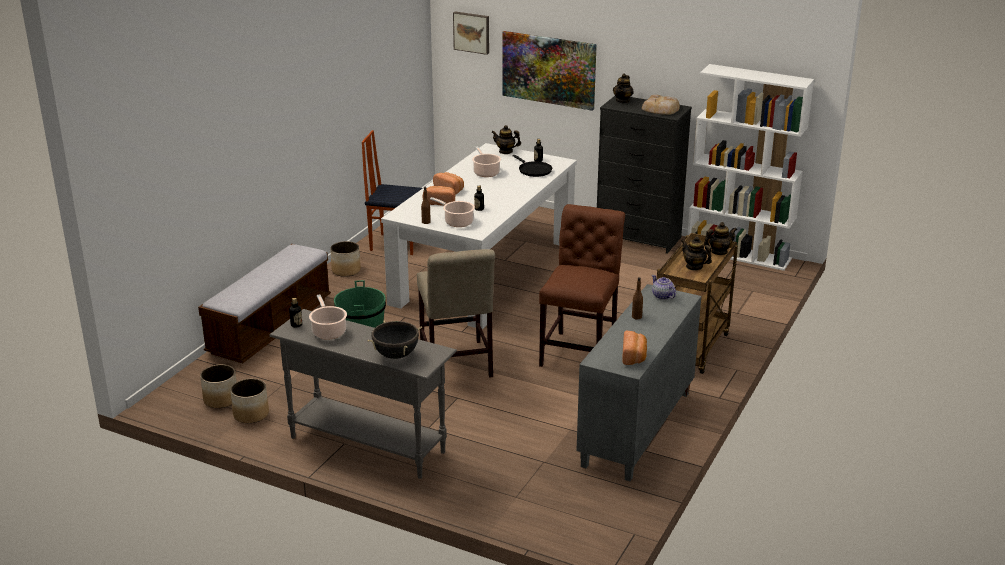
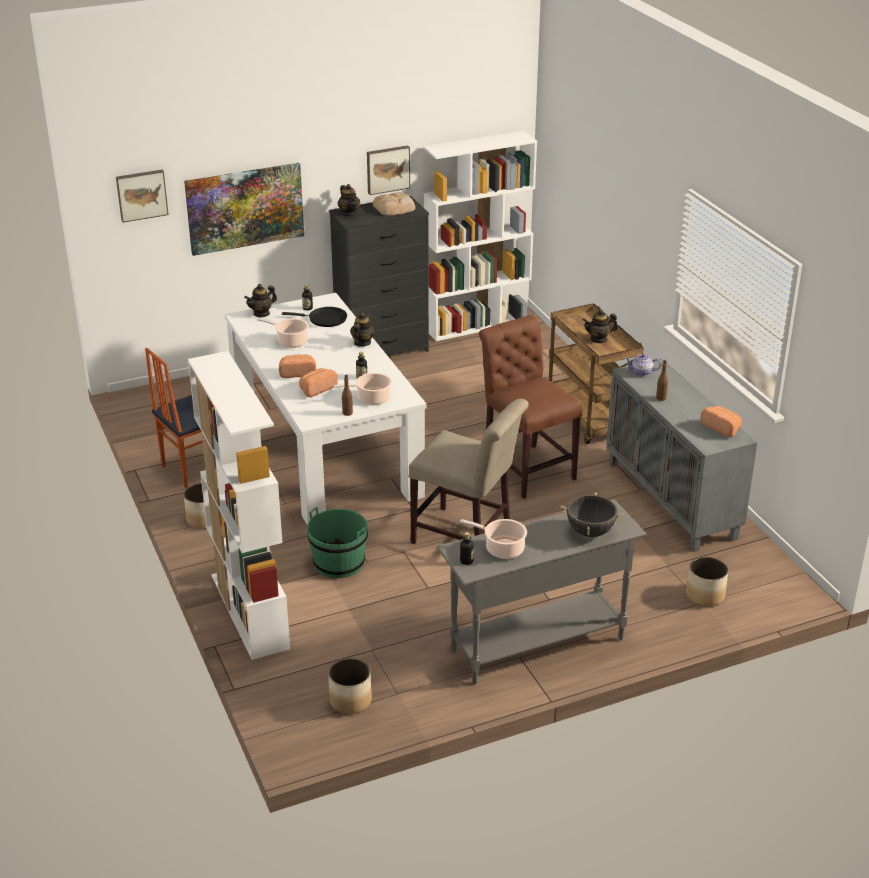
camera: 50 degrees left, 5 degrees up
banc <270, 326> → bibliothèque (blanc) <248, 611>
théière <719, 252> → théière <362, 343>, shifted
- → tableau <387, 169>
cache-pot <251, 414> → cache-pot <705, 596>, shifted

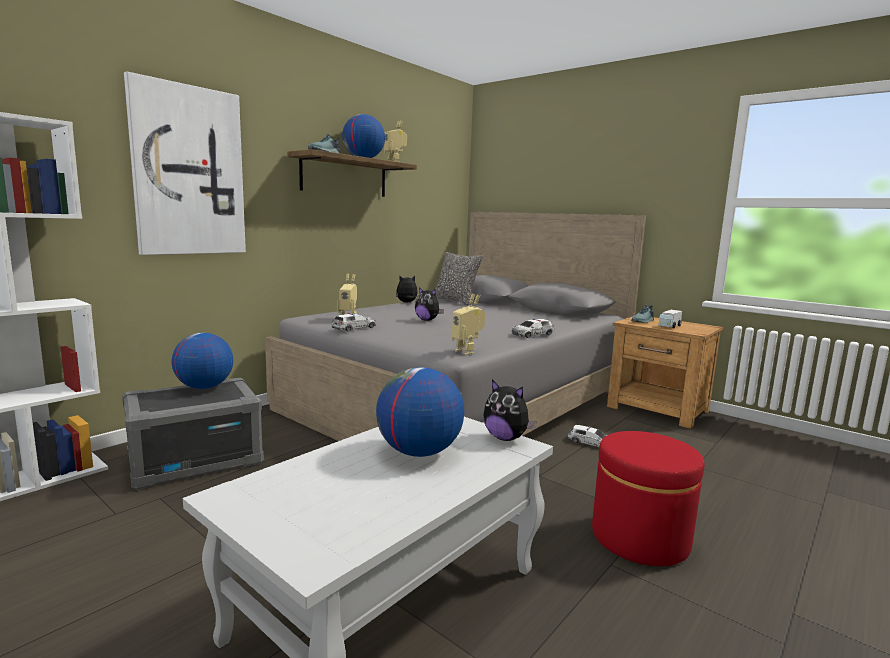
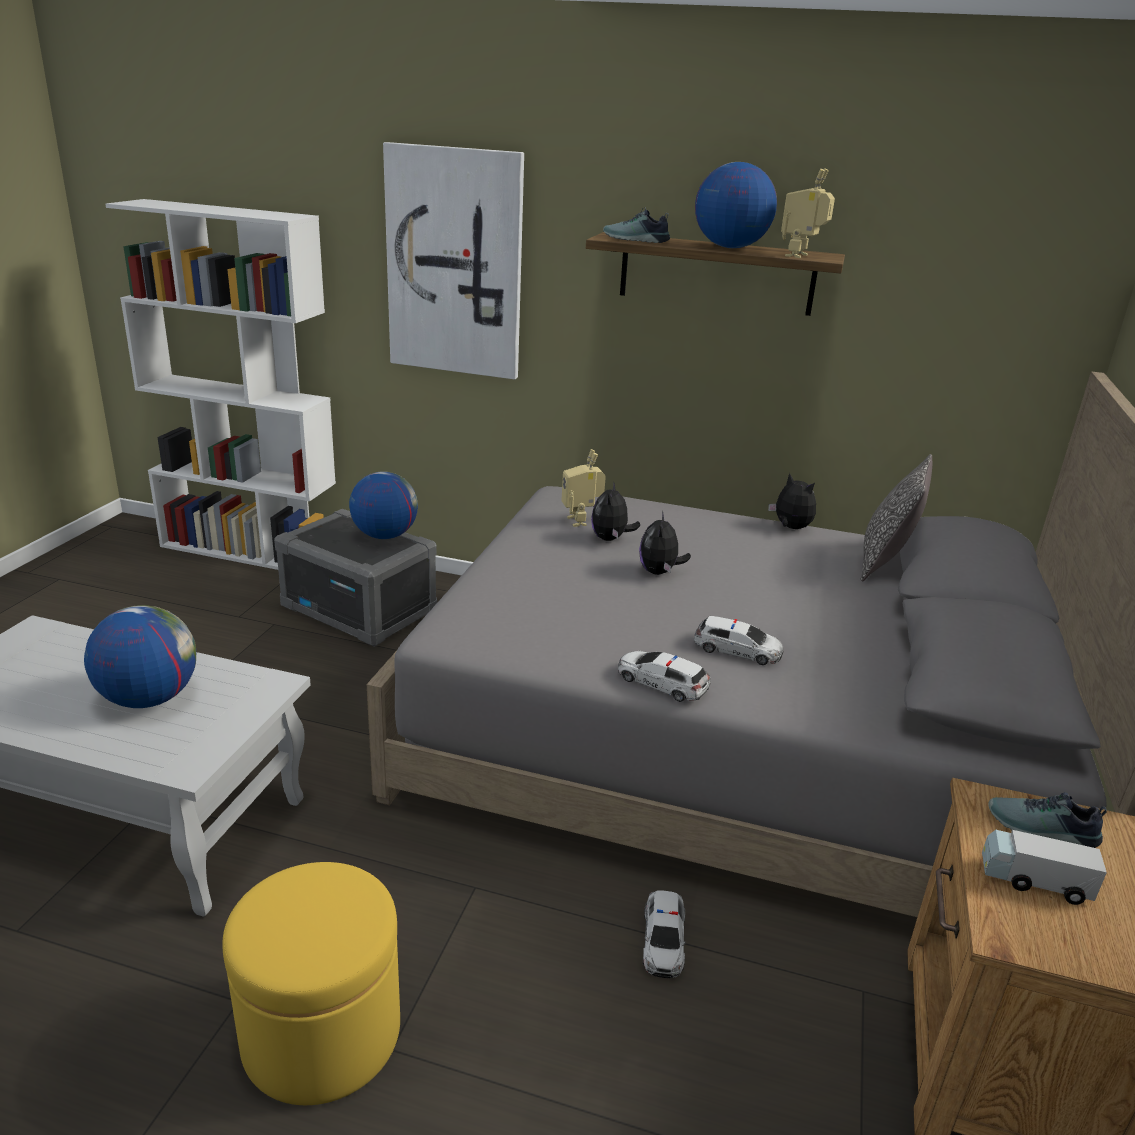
camera: 65 degrees right, 15 degrees up
pouf (rouge) <640, 538> → pouf (jaune) <322, 1034>
peluche <506, 438> → peluche <611, 539>, shifted
petite voiture <354, 328> → petite voiture <737, 650>, shifted
robot jouet <467, 352> → -

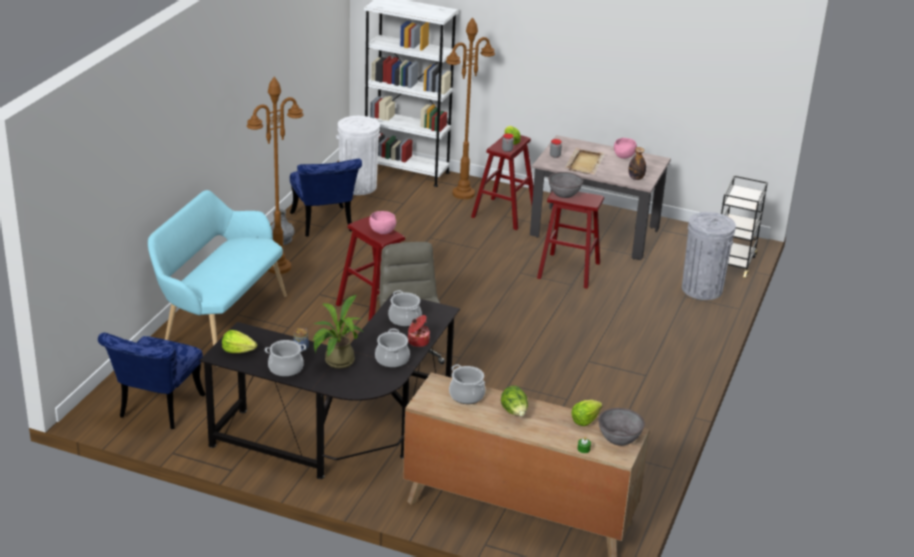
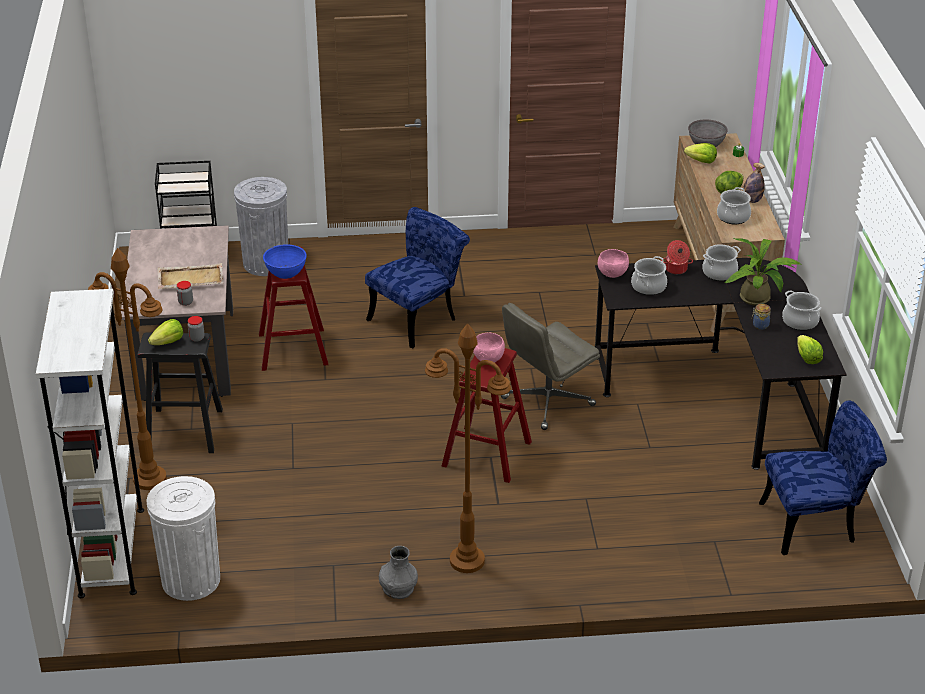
camera: 115 degrees left, 5 degrees up
tabouret (rouge) <504, 213> → tabouret (noir) <184, 430>
bol (gris) <564, 193> → bol (bleu) <285, 272>
chaise (bleu) <324, 225> → chaise (bleu) <418, 318>, shifted
bol (rose) <624, 157> → bol (rose) <612, 274>, shifted
bouteille <636, 178> → bouteille <752, 200>, shifted
banc (turquoise) <219, 321> → -

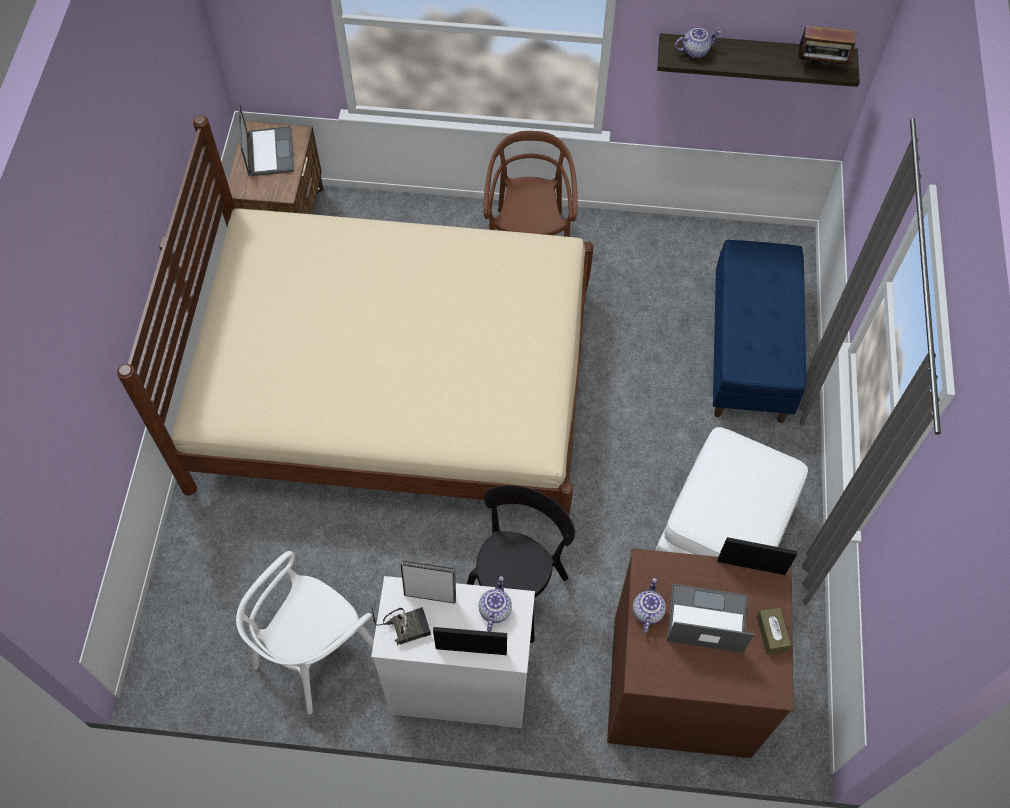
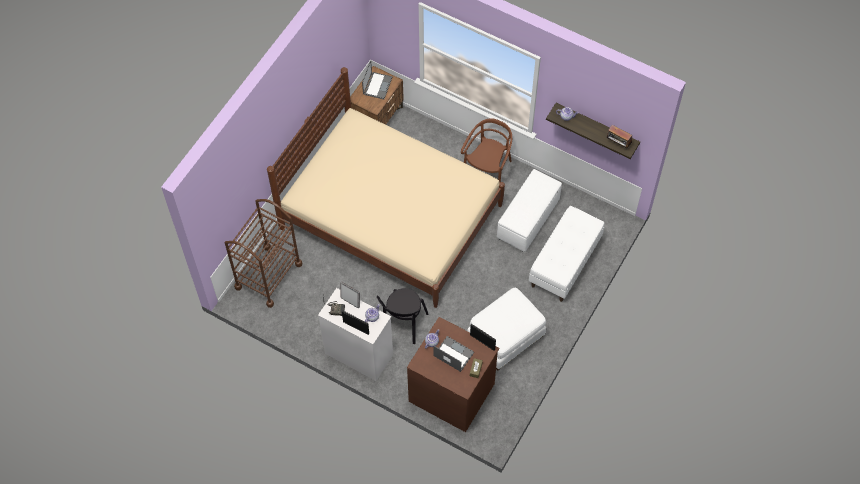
camera: 25 degrees right, 0 degrees up
- → chariot (marron) <268, 275>
chaise (noir) <517, 586> → chaise (noir) <402, 324>, 150 degrees clockwise
- → pouf (blanc) <528, 219>
banc (bleu) <750, 352> → banc (blanc) <565, 264>
chaise (blanc) <314, 653> → -

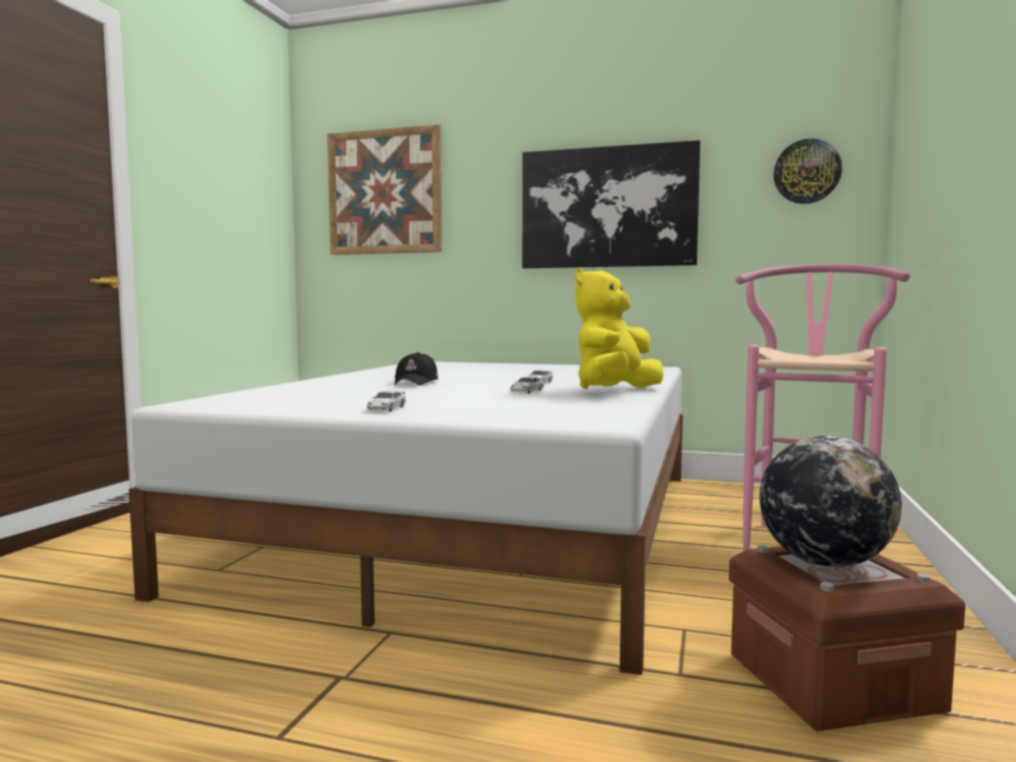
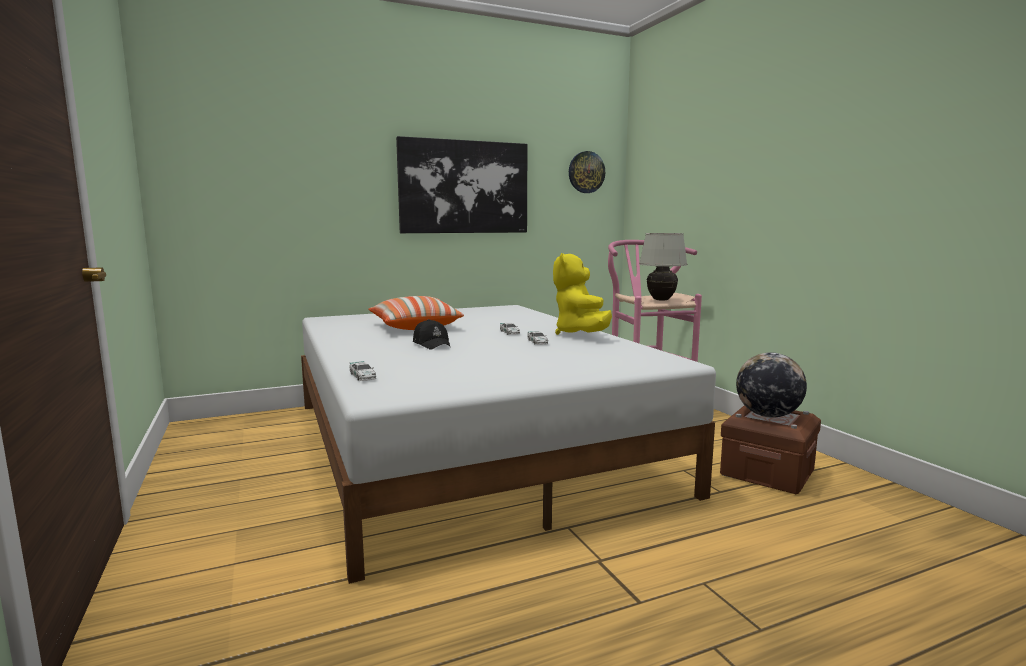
camera: 40 degrees left, 5 degrees up
petite voiture <386, 408> → petite voiture <363, 376>, shifted
- → coussin <414, 327>
- → lampe de table (blanc) <661, 300>
tableau <384, 192> → -

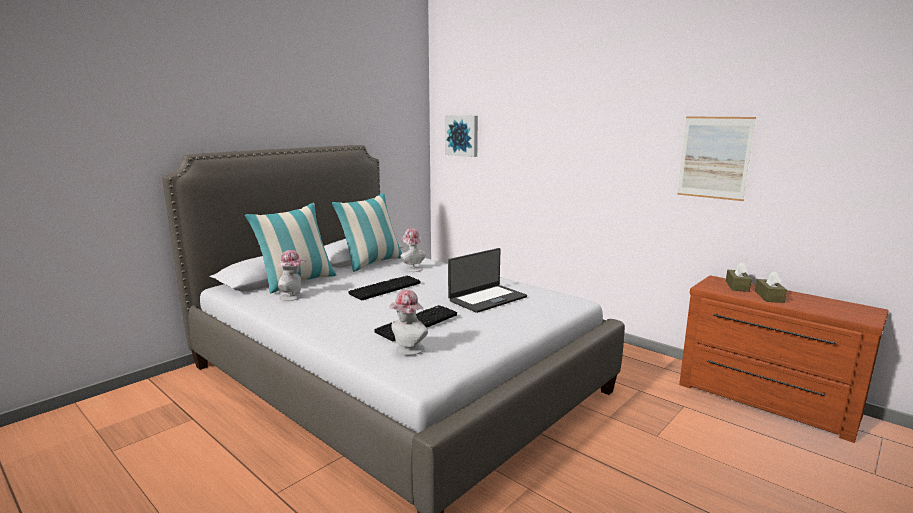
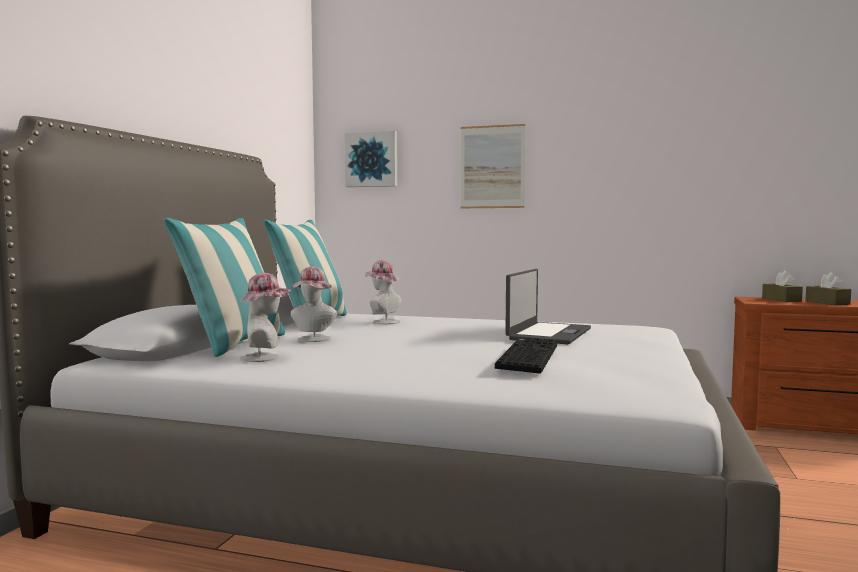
camera: 25 degrees left, 10 degrees down
chapeau <407, 350> → chapeau <313, 340>, shifted
tableau <714, 157> → tableau <492, 167>, shifted
clavier <385, 288> → -

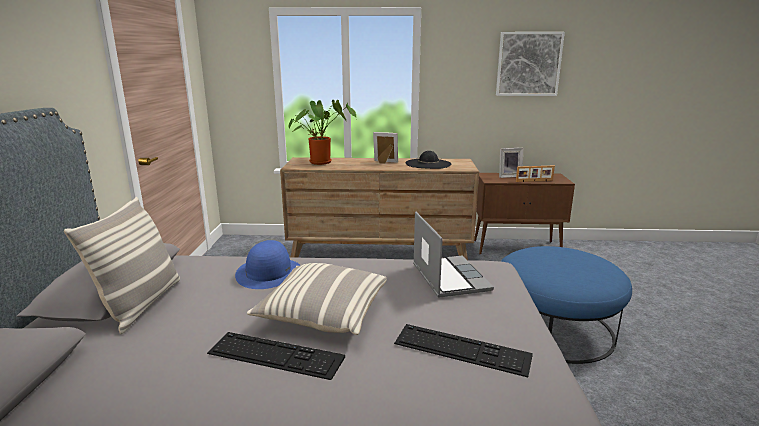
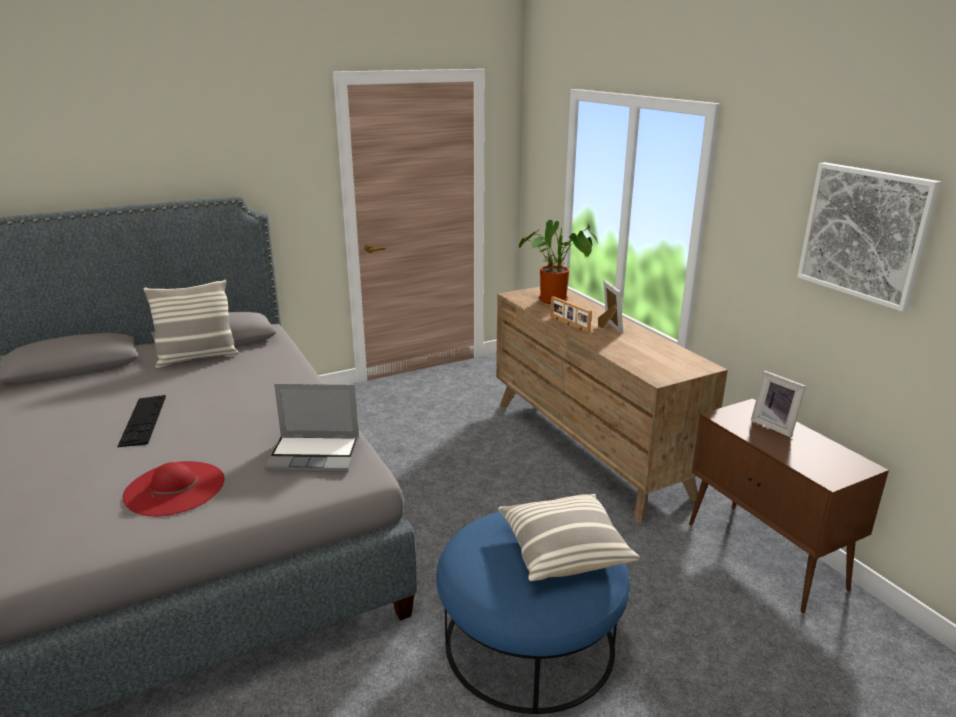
camera: 60 degrees right, 5 degrees up
clavier <461, 349> → chapeau (rouge) <174, 488>
ordinateur portable <448, 277> → ordinateur portable <315, 455>, 45 degrees clockwise
coussin <323, 314> → coussin <563, 550>, shifted
cadre photo <534, 181> → cadre photo <569, 324>, shifted
chapeau (bleu) <268, 272> → -
chapeau (noir) <428, 164> → -

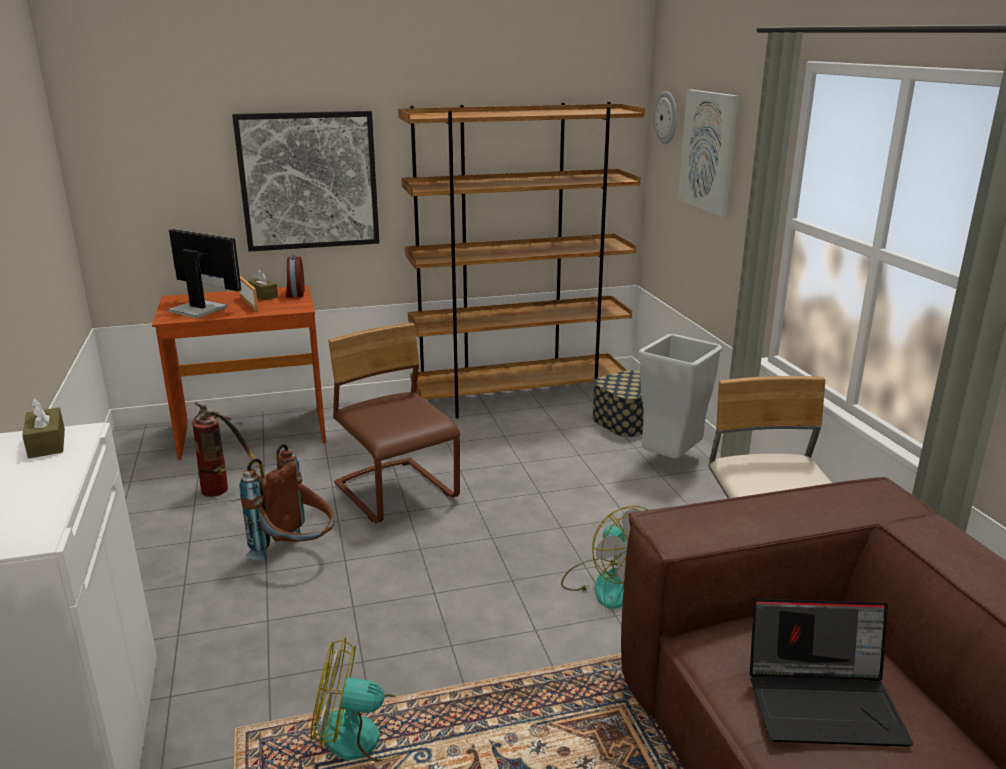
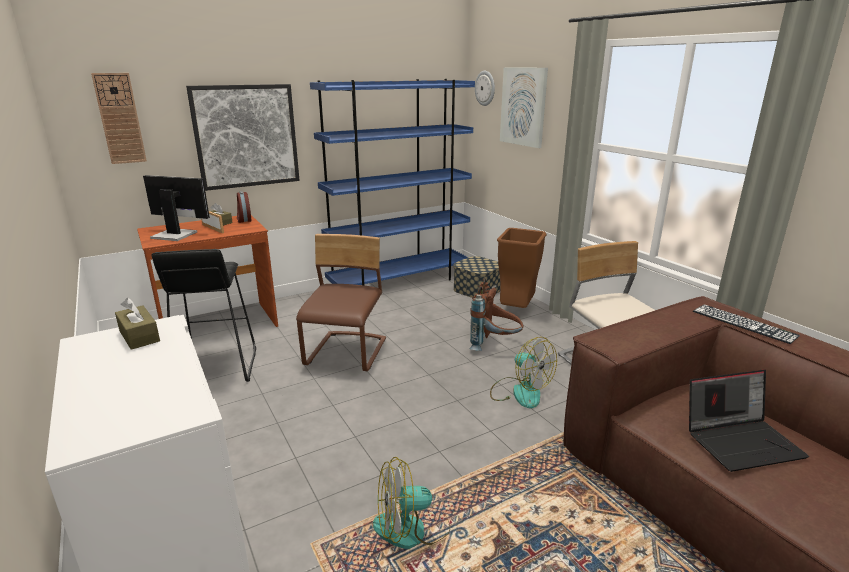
camera: 15 degrees left, 0 degrees up
- → horloge murale <120, 119>
extincteur <226, 488> → tabouret (noir) <216, 367>
chaise (marron) <397, 492> → chaise (marron) <347, 353>, 60 degrees clockwise
bibliothèque (marron) <520, 398> → bibliothèque (bleu) <400, 282>
sac à dos (marron) <297, 554> → sac à dos (marron) <494, 345>, shifted
poubelle (gris) <670, 461> → poubelle (marron) <516, 310>
- → clavier <743, 323>

